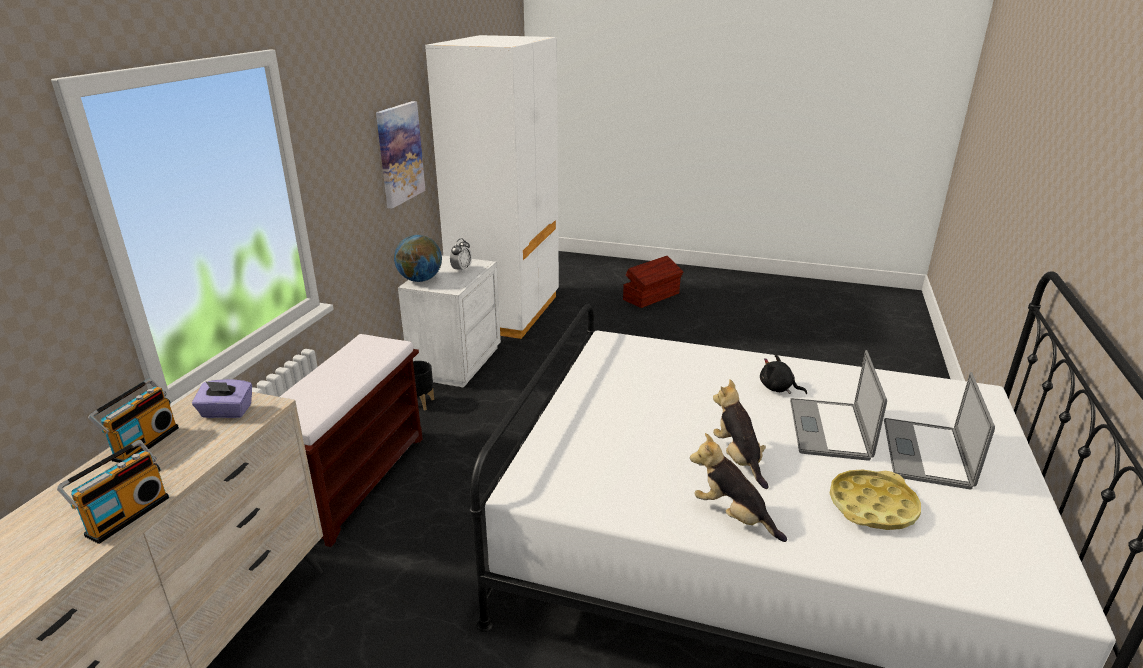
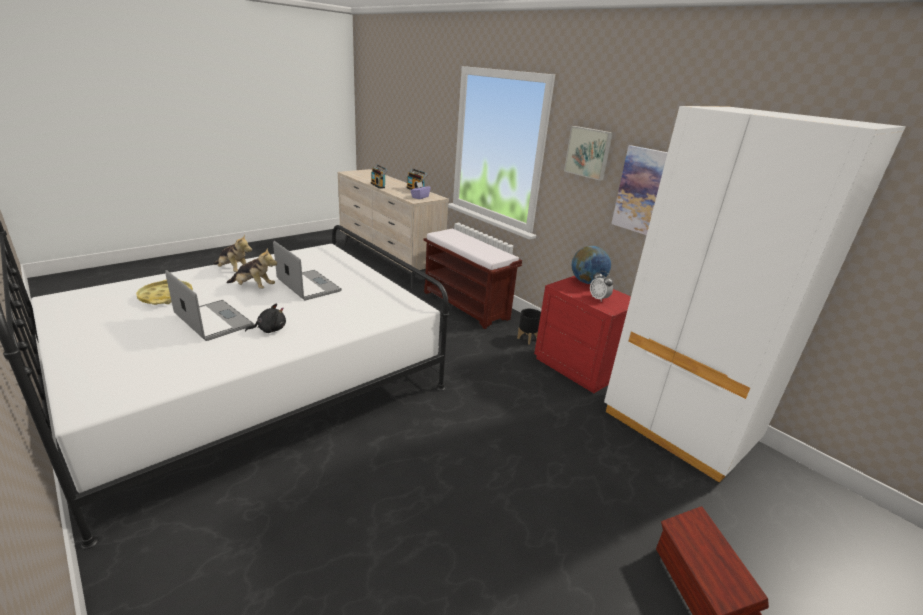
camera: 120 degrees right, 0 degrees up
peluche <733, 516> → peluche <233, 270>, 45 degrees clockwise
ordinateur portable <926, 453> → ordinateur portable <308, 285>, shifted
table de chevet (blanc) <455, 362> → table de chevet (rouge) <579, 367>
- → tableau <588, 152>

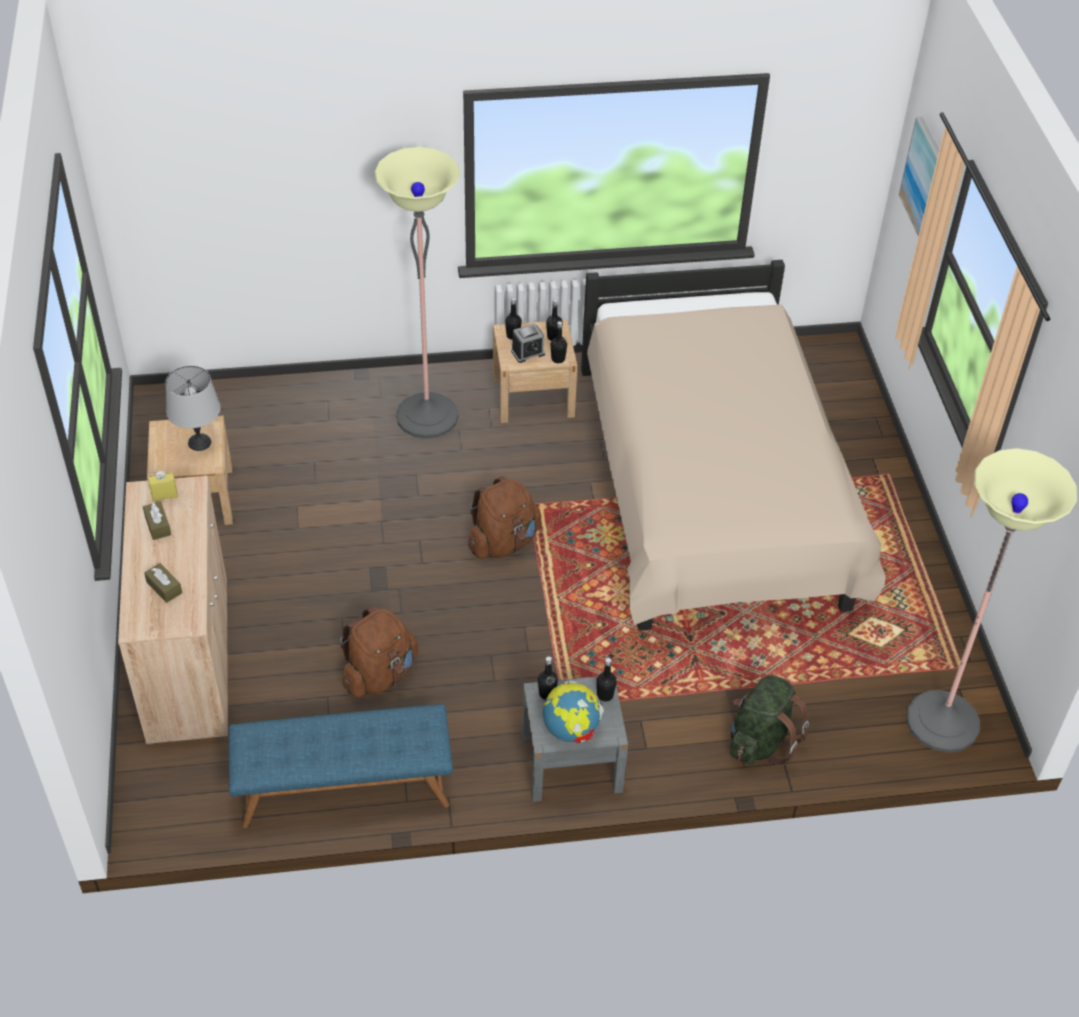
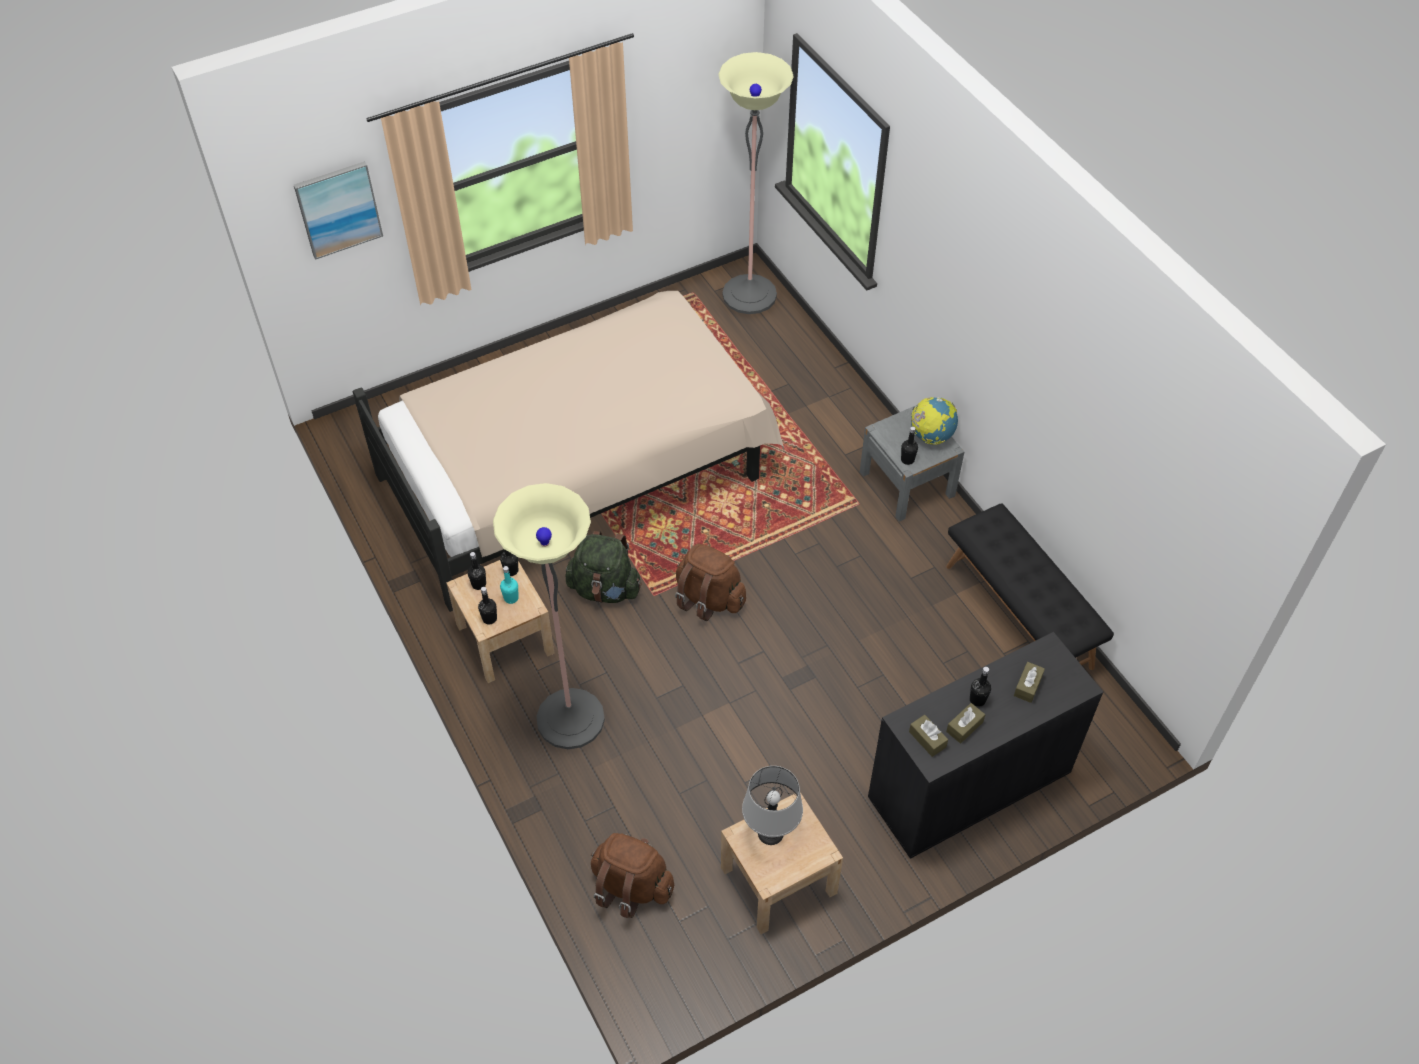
camera: 110 degrees left, 5 degrees up
réveil <528, 352> → bouteille (turquoise) <511, 598>
sac à dos (vert) <760, 741> → sac à dos (vert) <605, 589>, shifted
sac à dos (marron) <380, 675> → sac à dos (marron) <631, 886>, shifted
meuble de rangement (beige) <189, 660> → meuble de rangement (noir) <969, 785>
bouteille (jaune) <165, 496> → boîte à mouchoirs (marron) <927, 739>
banc (bleu) <344, 789> → banc (noir) <1019, 615>
bouteille (noir) <605, 695> → bouteille (noir) <977, 700>, shifted

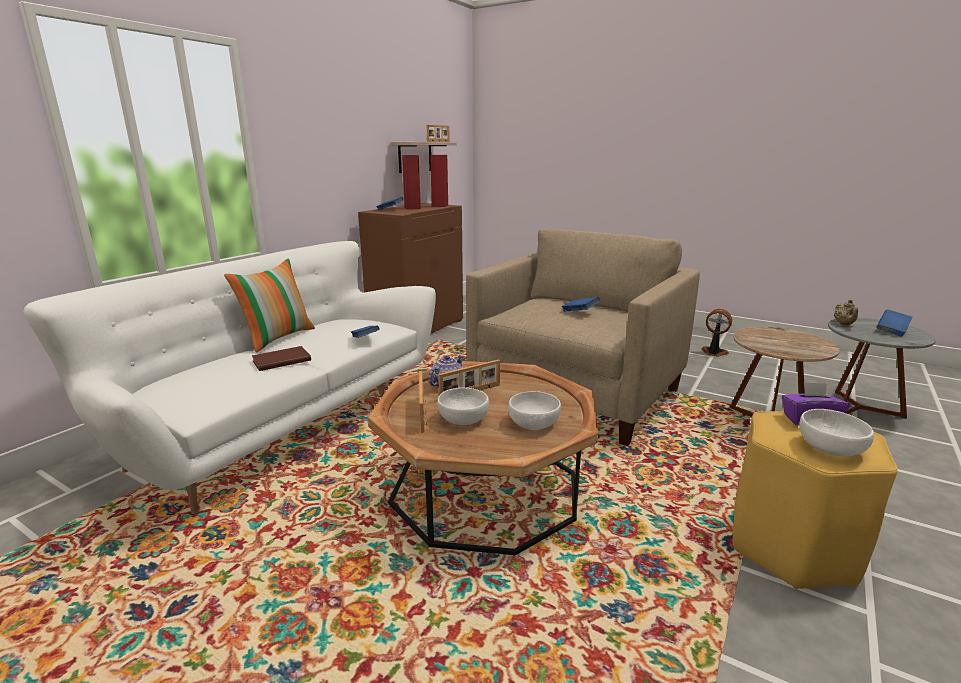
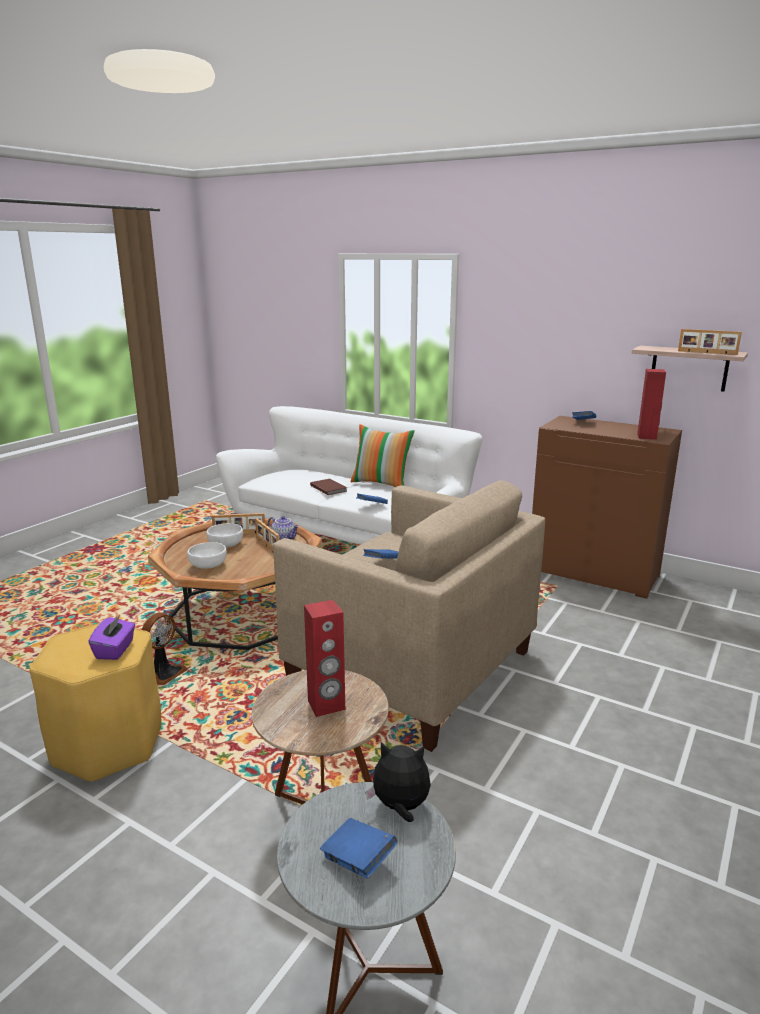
camera: 90 degrees right, 0 degrees up
ventilateur <713, 353> → ventilateur <165, 673>, shifted
enceinte (rouge) <412, 208> → enceinte (rouge) <326, 705>, shifted
théière (beige) <844, 324> → peluche <400, 807>
bol (blanc) <829, 448> → -

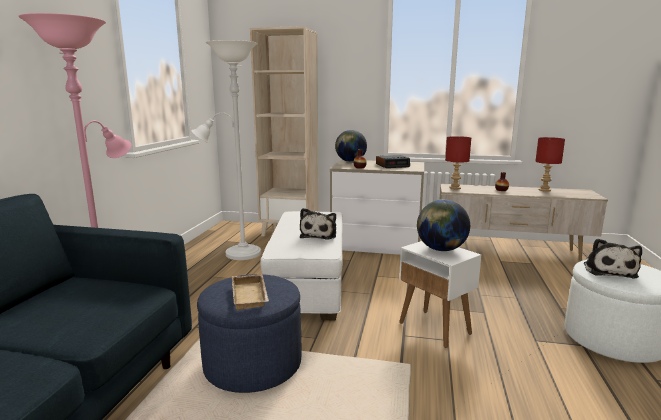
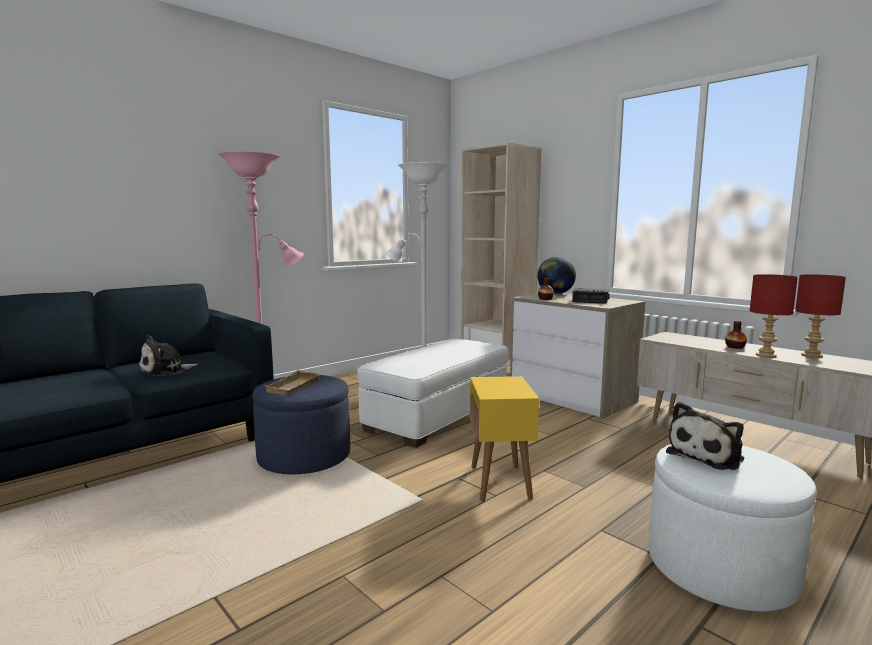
camera: 35 degrees right, 5 degrees down
peluche <319, 235> → peluche <166, 371>, shifted
table d'appoint (blanc) <435, 328> → table d'appoint (jaune) <500, 482>
lampe de table (rouge) <455, 188> → lampe de table (rouge) <766, 355>, shifted
globe <441, 249> → -

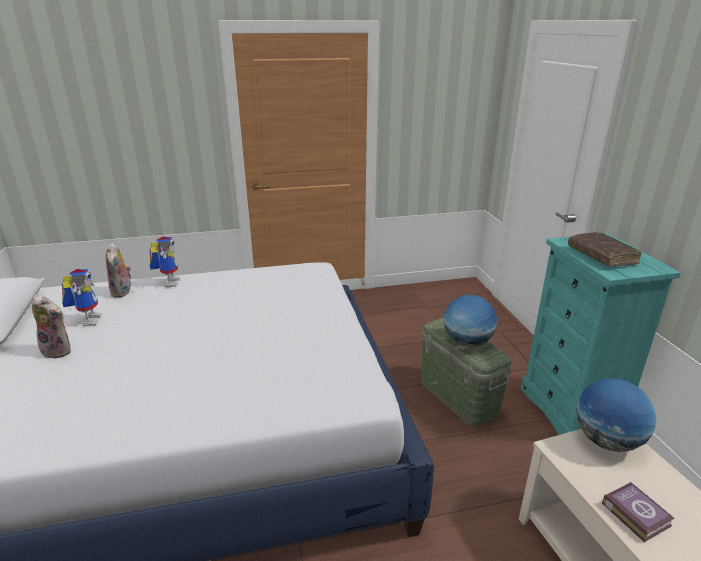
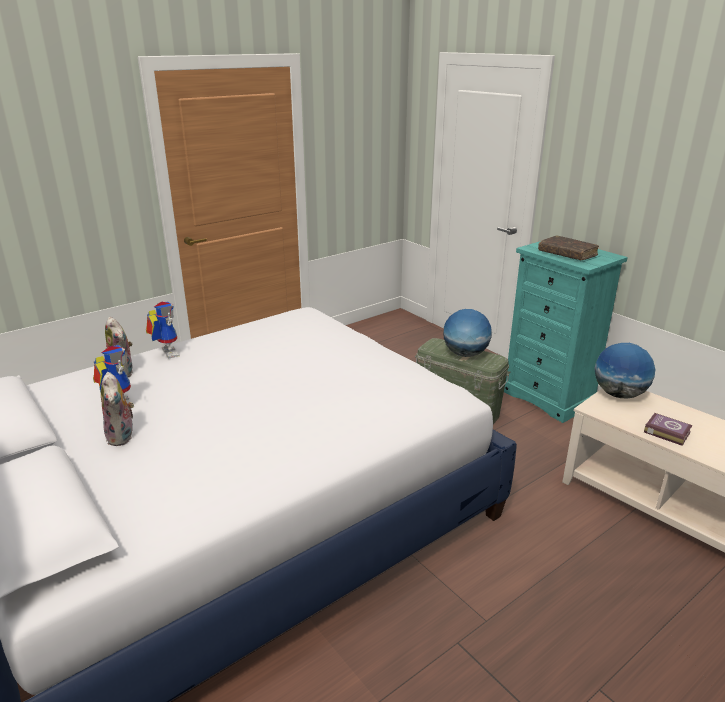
camera: 25 degrees left, 0 degrees up
peluche <59, 350> → peluche <122, 437>, 75 degrees clockwise

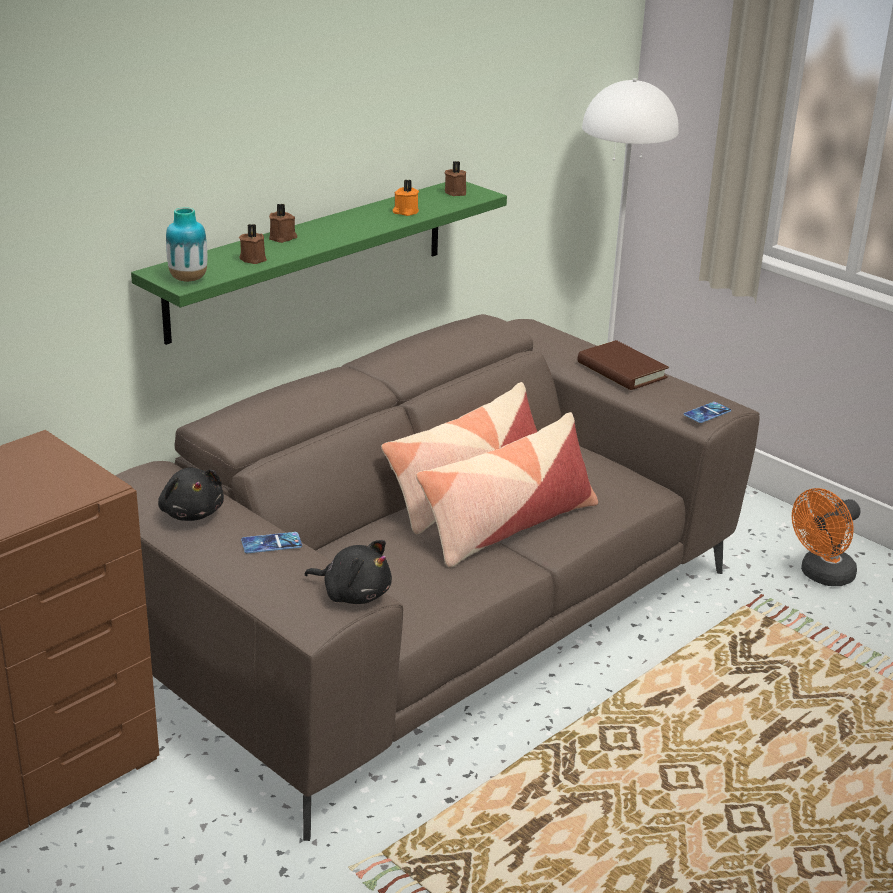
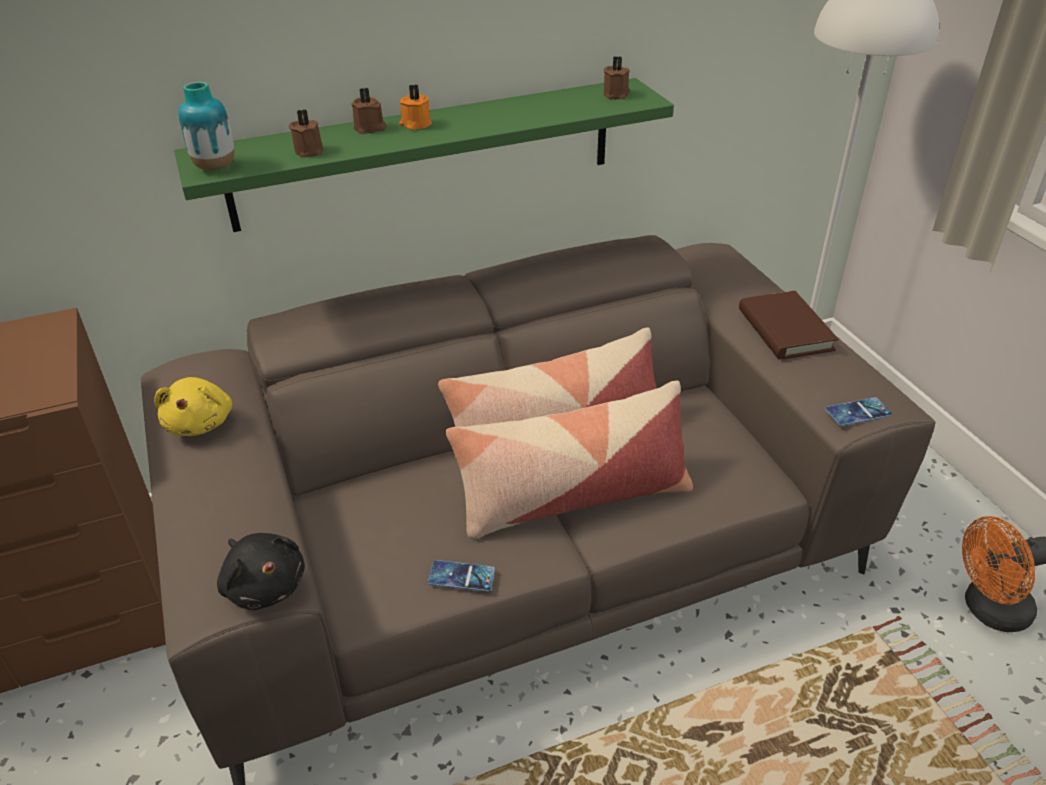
camera: 25 degrees right, 10 degrees up
peluche (noir) <192, 512> → peluche (jaune) <201, 423>
bougie (orange) <405, 212> → bougie (orange) <415, 124>, shifted
téléphone <271, 543> → téléphone <461, 576>, shifted

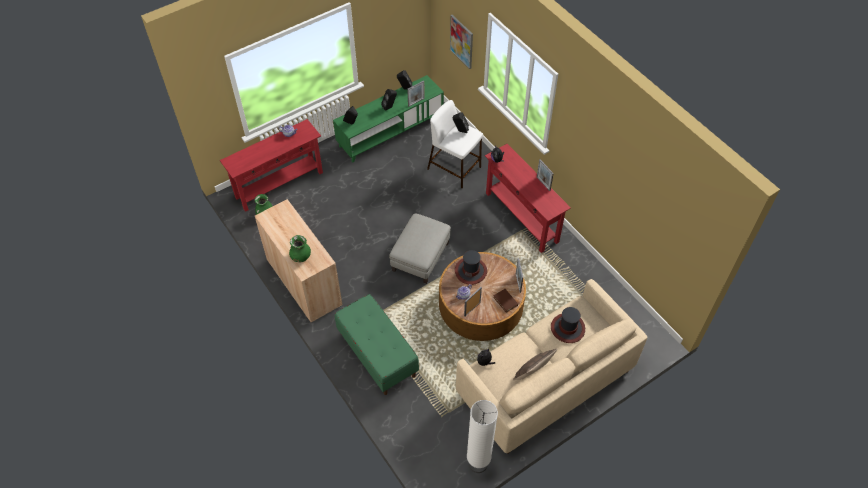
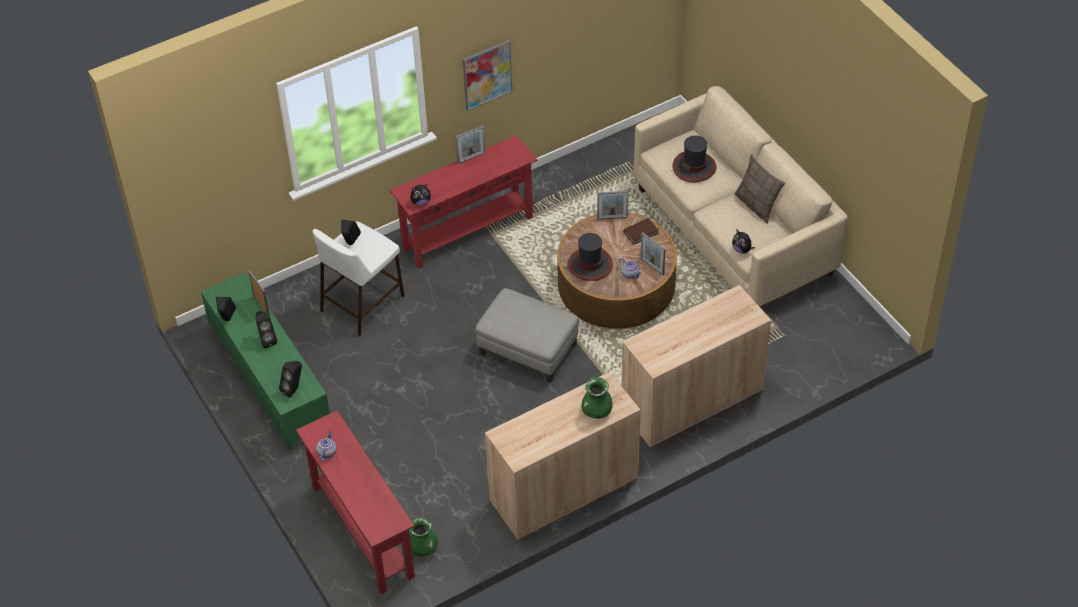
camera: 85 degrees left, 5 degrees down
tableau <461, 41> → tableau <487, 74>, shifted
banc (vert) <377, 354> → meuble de rangement (beige) <692, 401>
lampadaire (blanc) <478, 464> → -

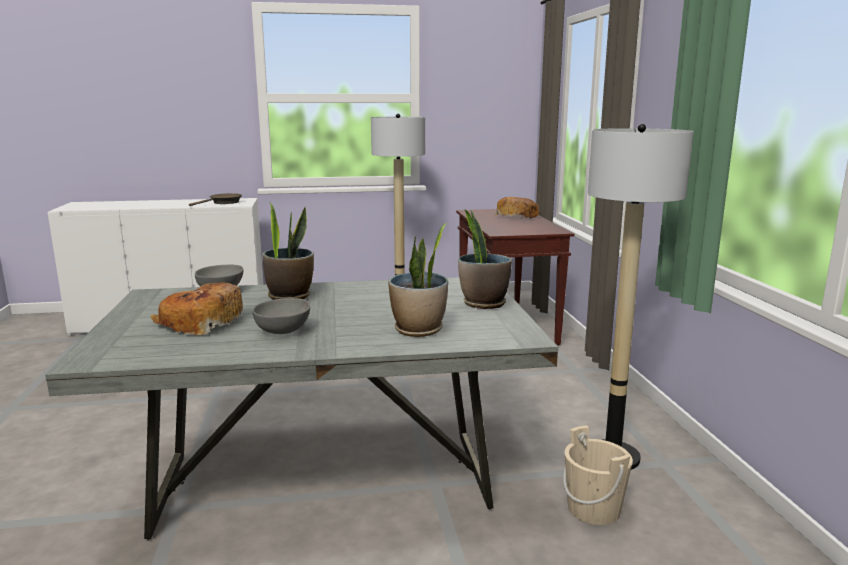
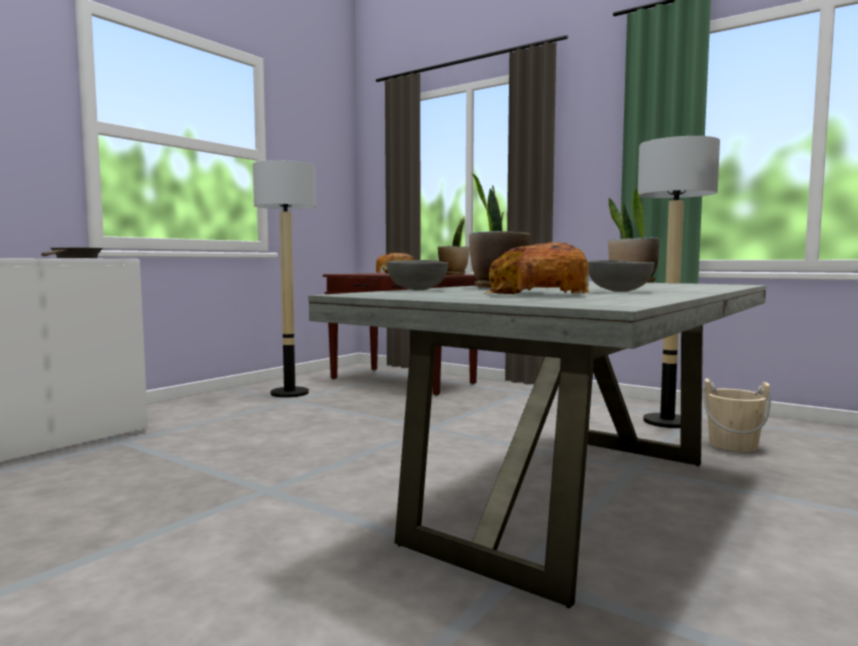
camera: 45 degrees left, 10 degrees down
plante en pot <419, 330> → plante en pot <453, 274>, shifted

